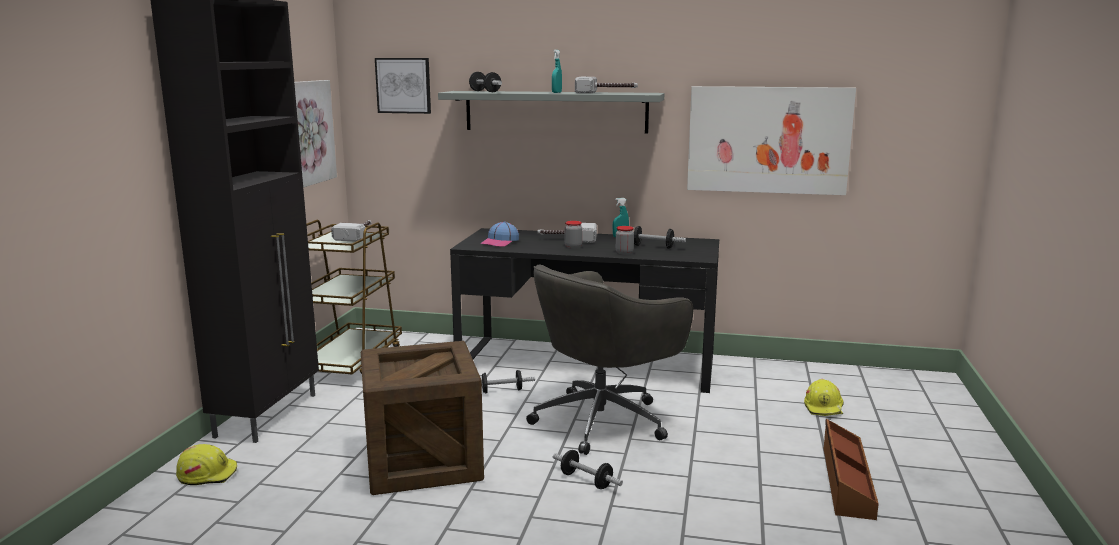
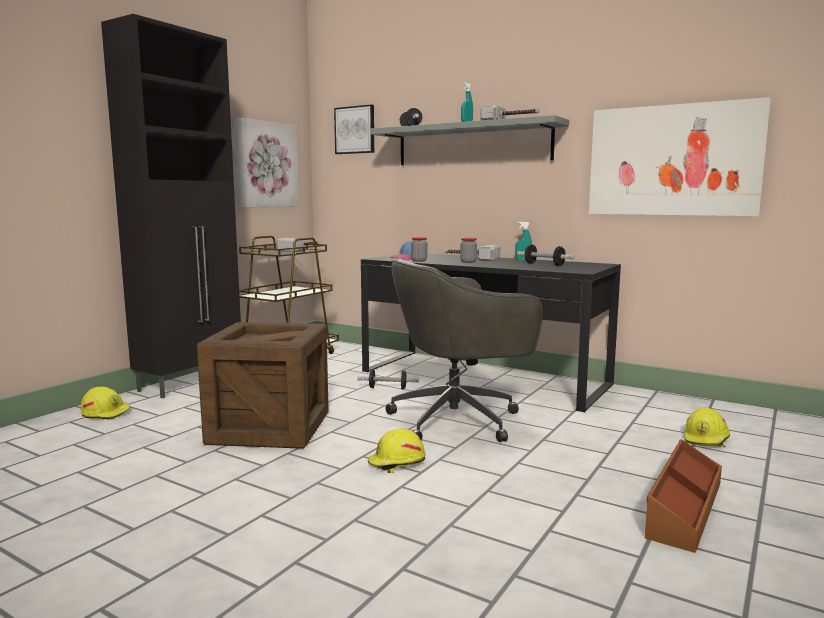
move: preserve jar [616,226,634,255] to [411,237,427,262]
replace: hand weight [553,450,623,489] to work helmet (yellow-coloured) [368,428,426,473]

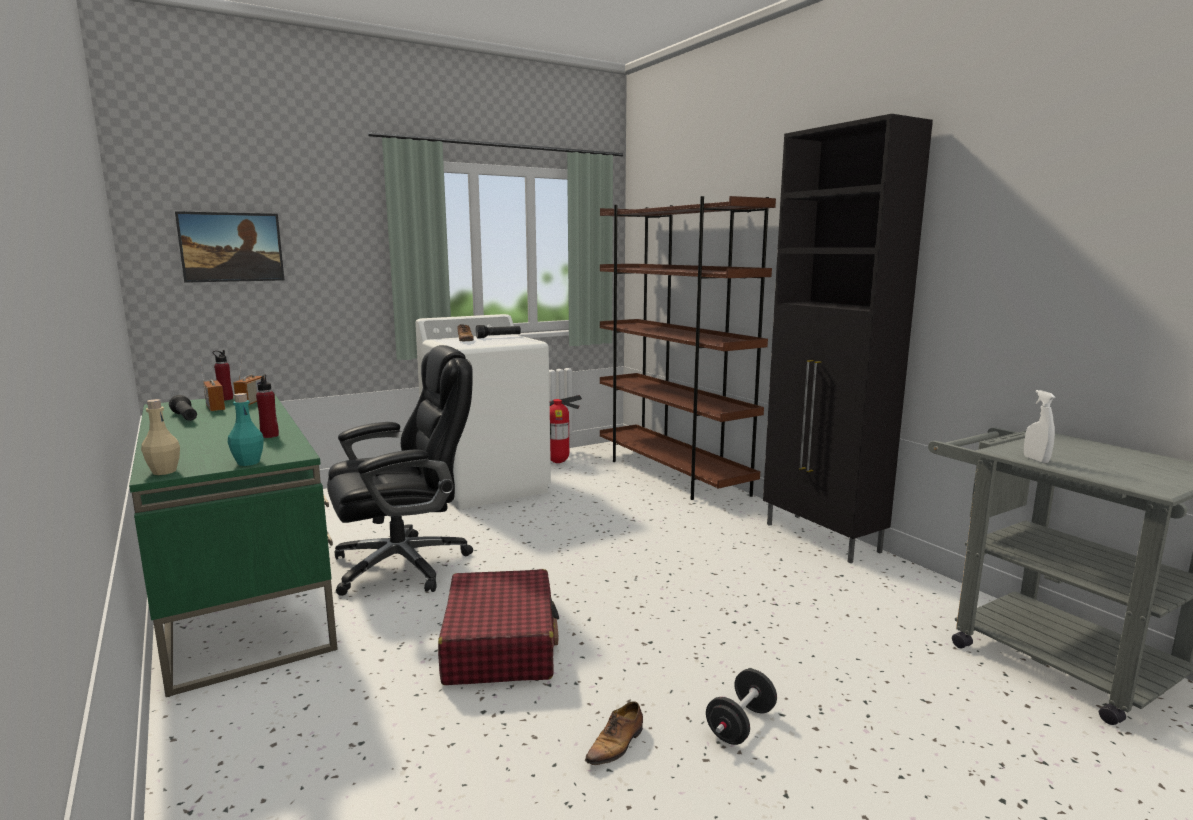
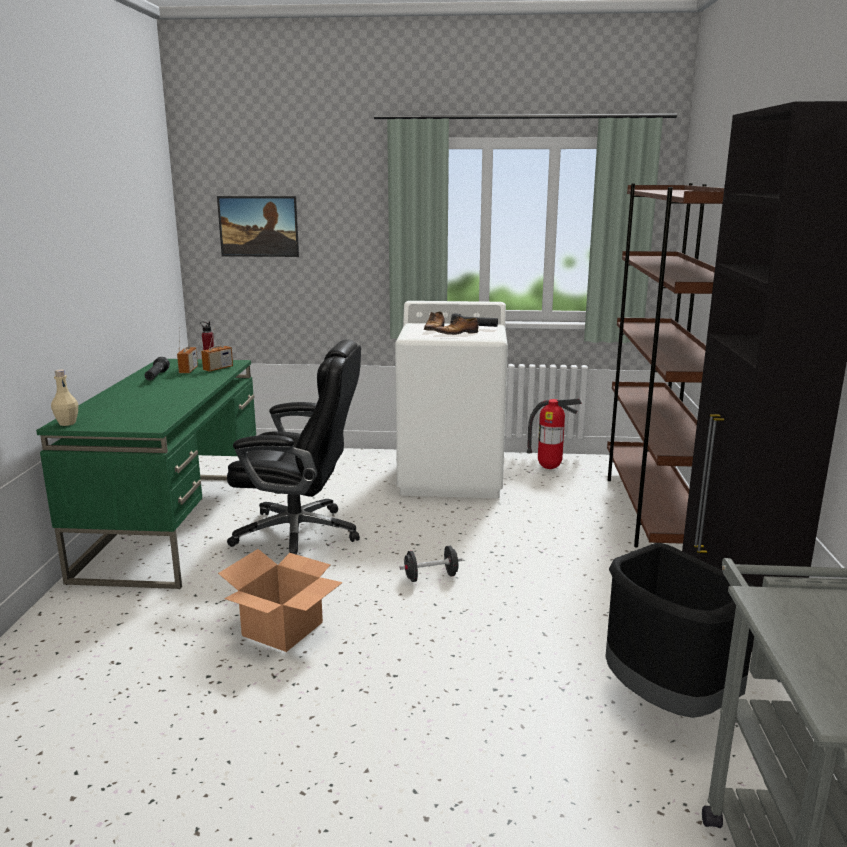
delete: drink bottle (turquoise-coloured) [228,393,264,466]; drink bottle (reddish) [256,374,279,438]; hand sprayer (whitish) [1024,390,1056,463]
insert: trash can (blackish) [605,543,756,718]
move: shoe [585,701,643,765] to [435,316,479,335]; hand weight (blackish) [706,669,777,745] to [400,546,463,582]
replace: piece of luggage (reddish) [438,569,559,685] to packing box [218,549,343,652]

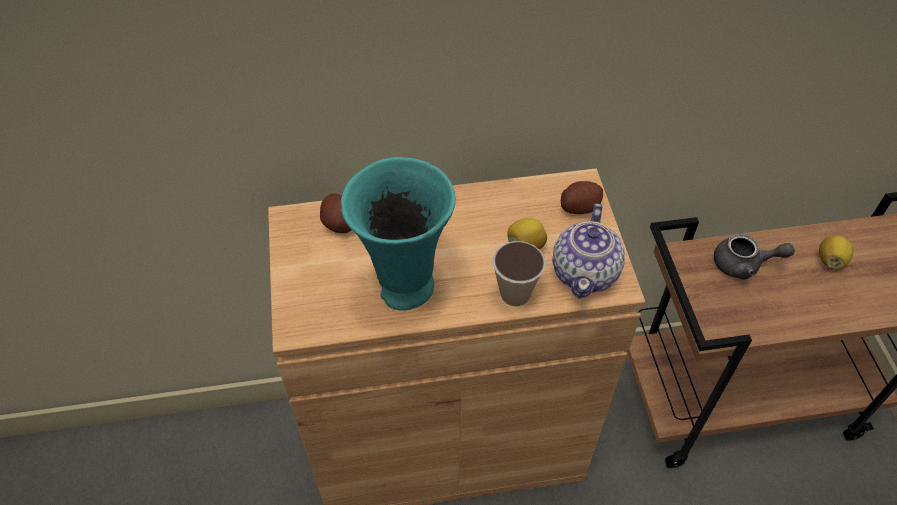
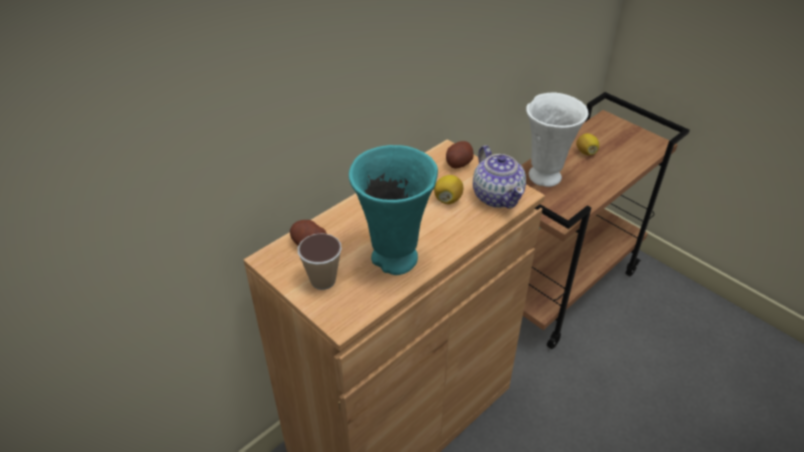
move: small cup [493,241,545,306] to [298,233,342,290]
replace: tea pot (greyish) [714,234,795,279] to decorative vase (whitish) [526,93,589,187]

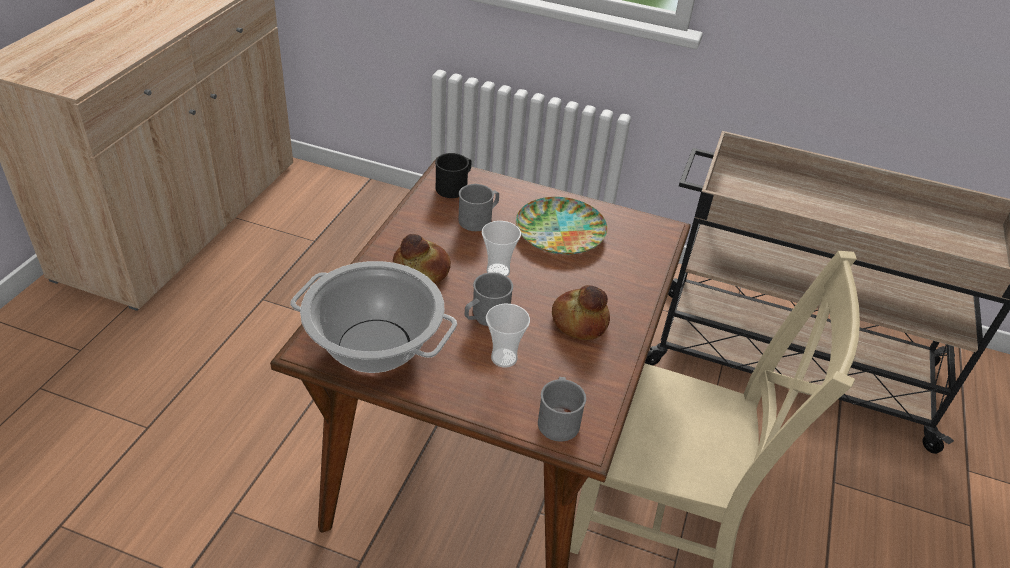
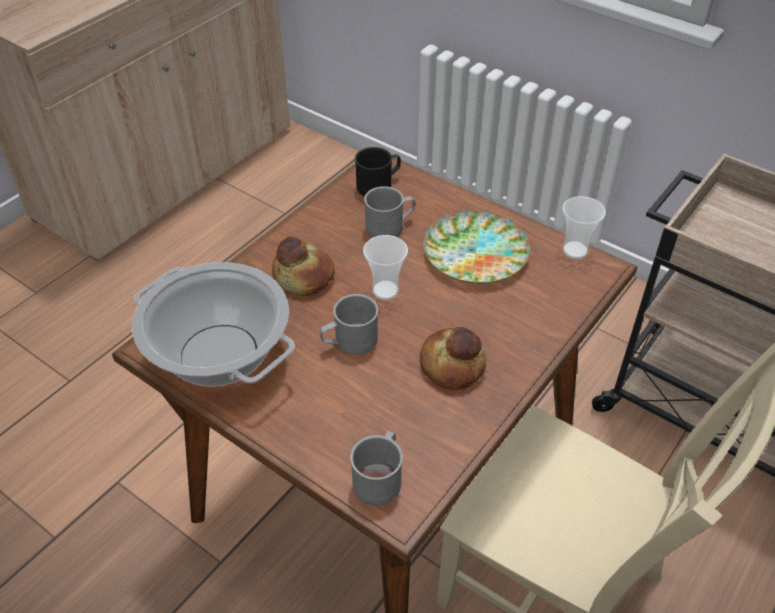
move: small cup [486,304,530,367] to [562,196,606,259]

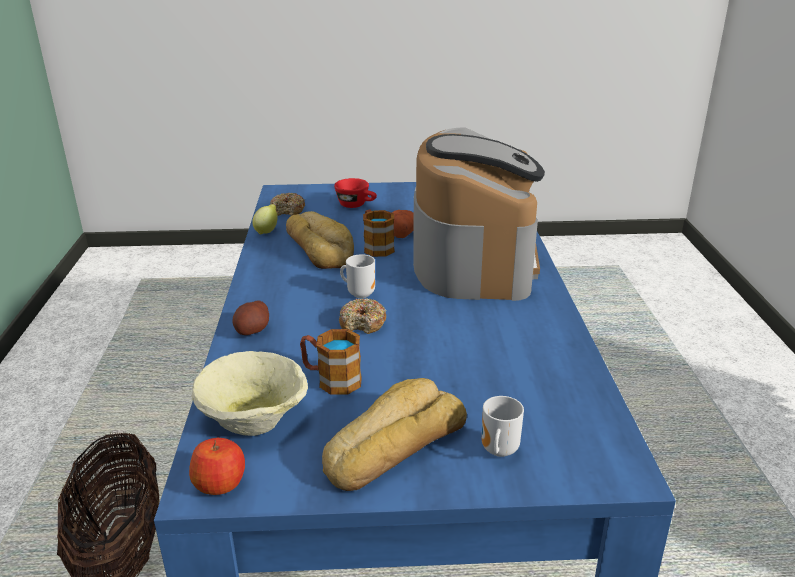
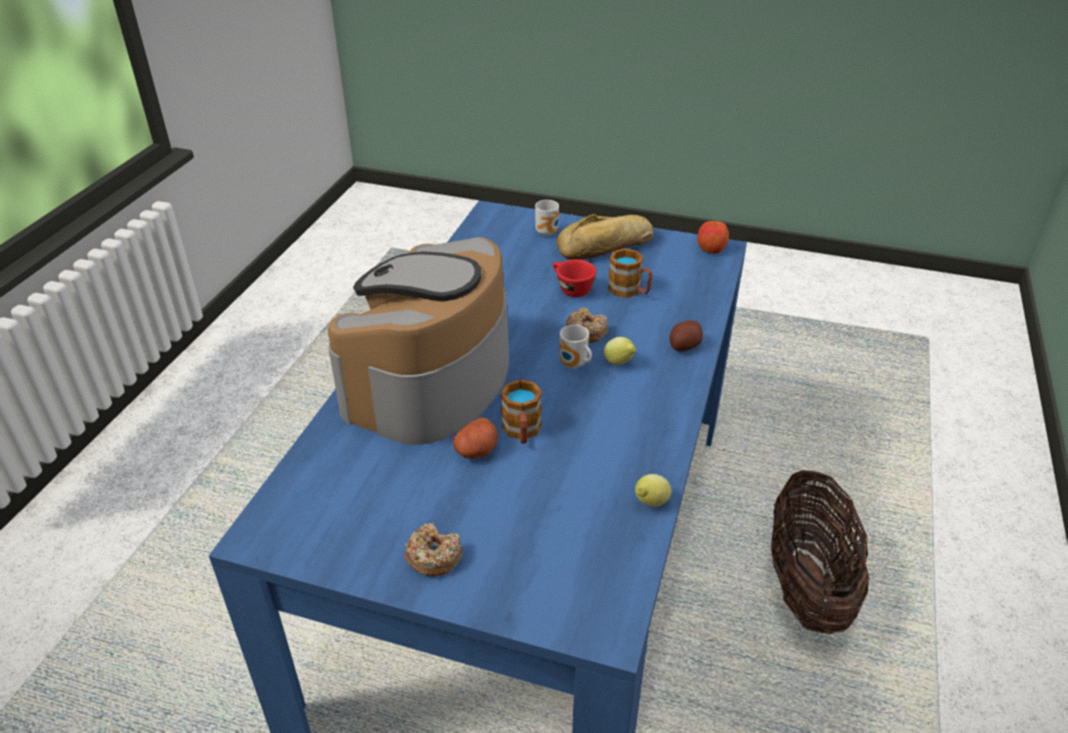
delete: bowl (beige-coloured) [191,351,308,436]; bread [286,211,354,269]
insert: citrus fruit [604,337,636,365]
move: donut [270,193,305,216] to [405,523,462,576]; small cup (reddish) [334,178,377,208] to [553,259,597,297]

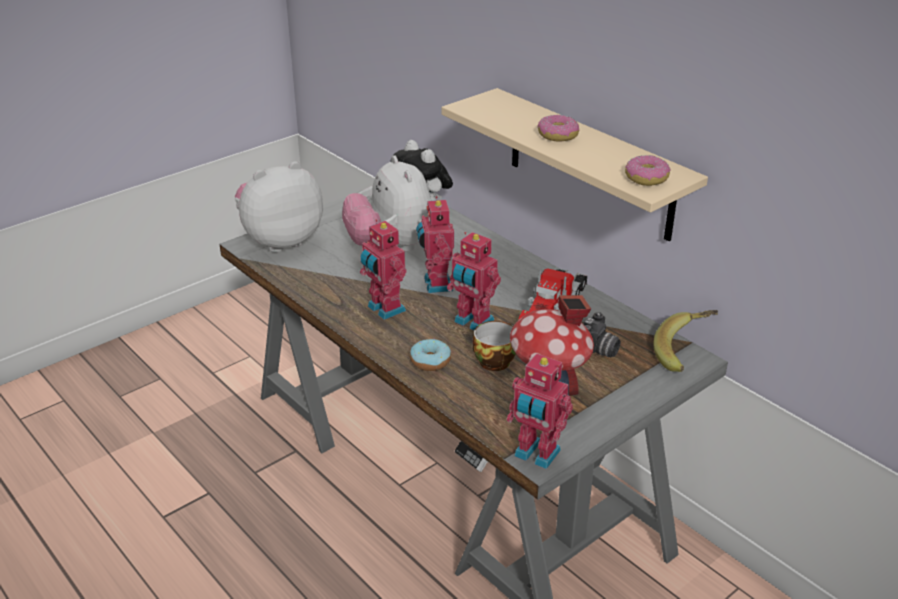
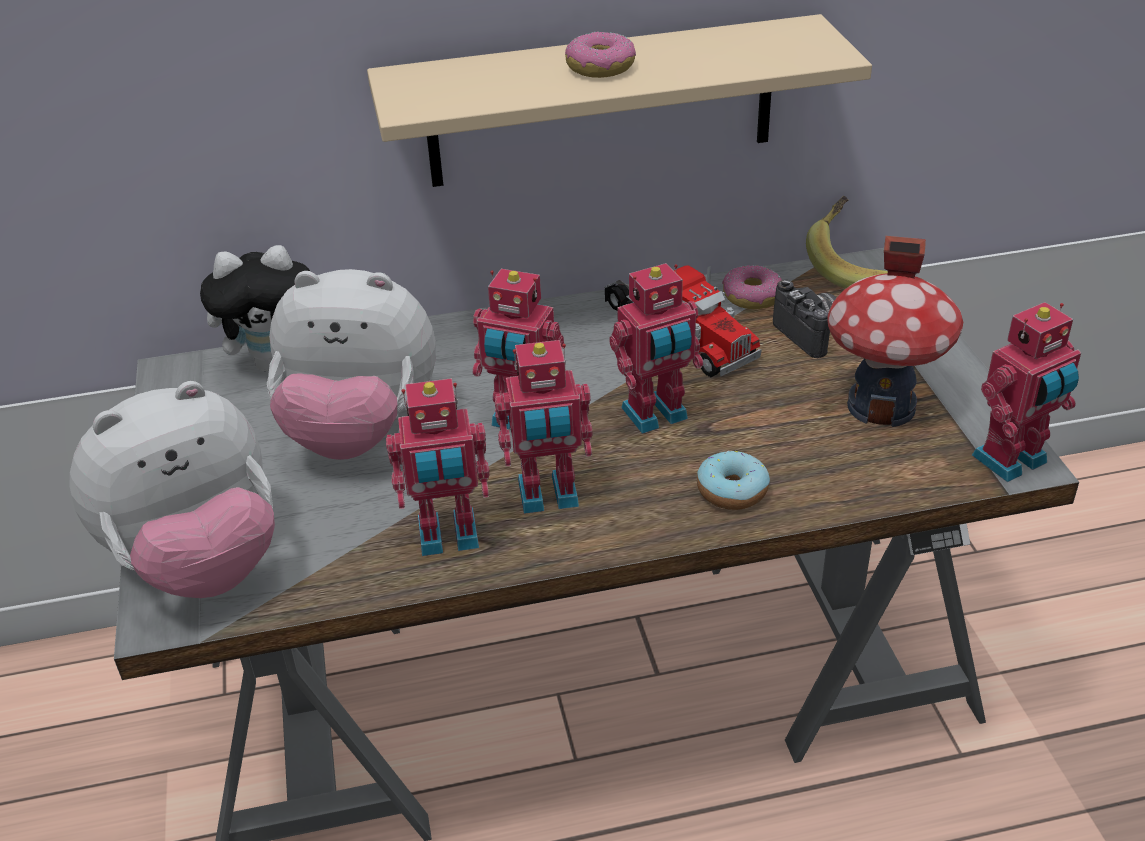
delete: small cup [473,321,516,371]
insert: model robot [386,378,490,556]
move: donut [625,155,670,186] to [722,265,782,309]
rotate: plush toy [235,161,323,252] = [69,381,275,598] 120 degrees counterclockwise

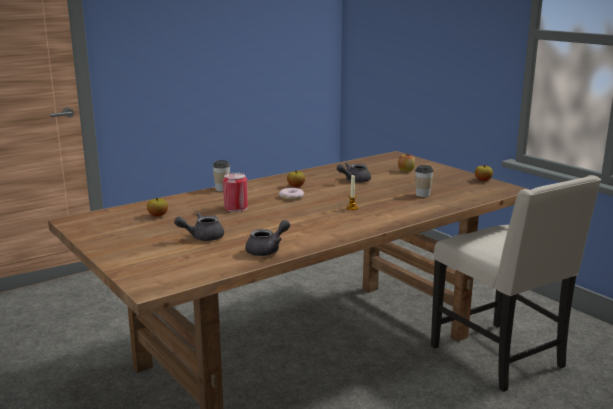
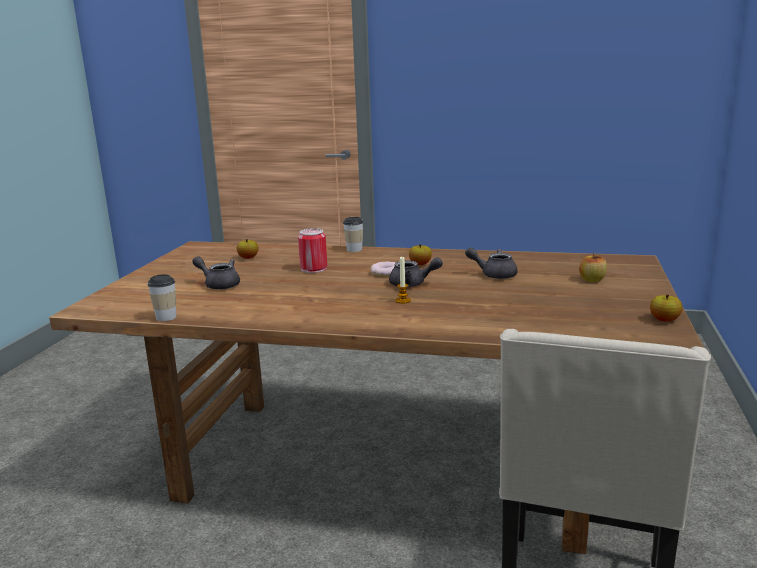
move: tea pot (greyish) [245,220,290,256] to [389,257,443,287]; small cup [415,165,434,197] to [148,274,177,321]

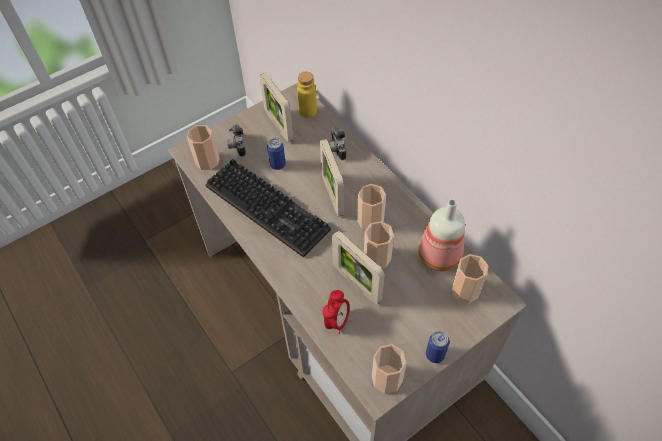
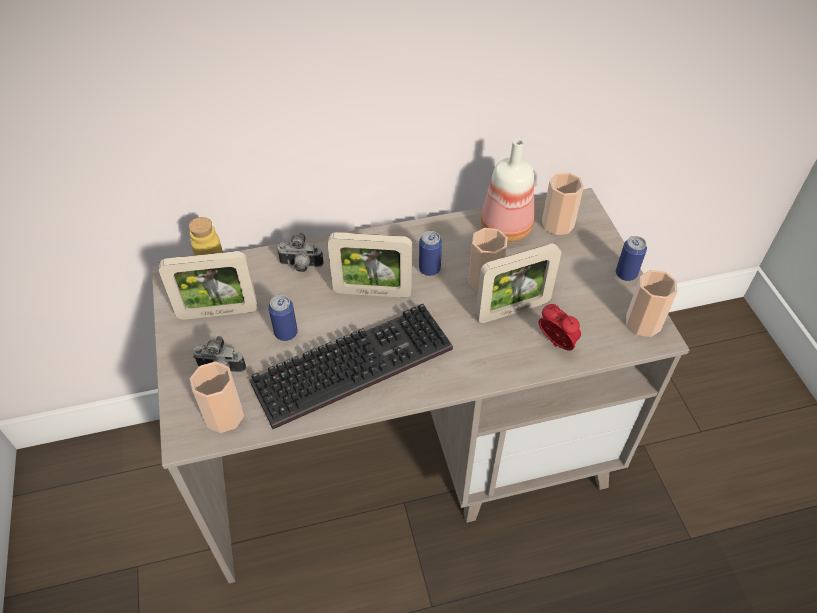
replace: small cup [357,184,386,230] to sealed can [419,231,442,276]

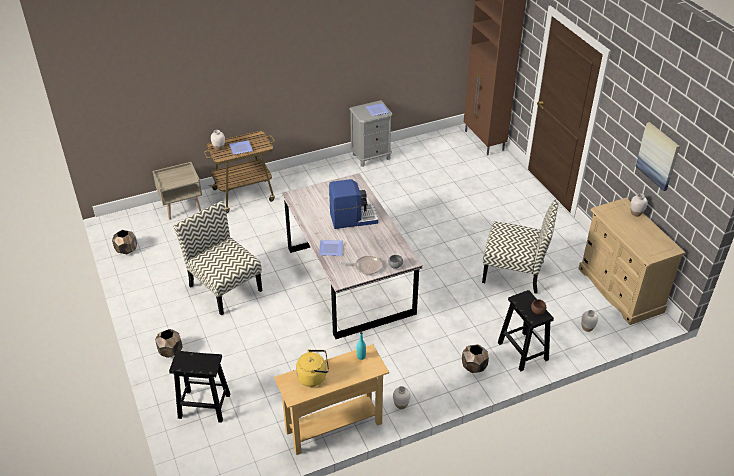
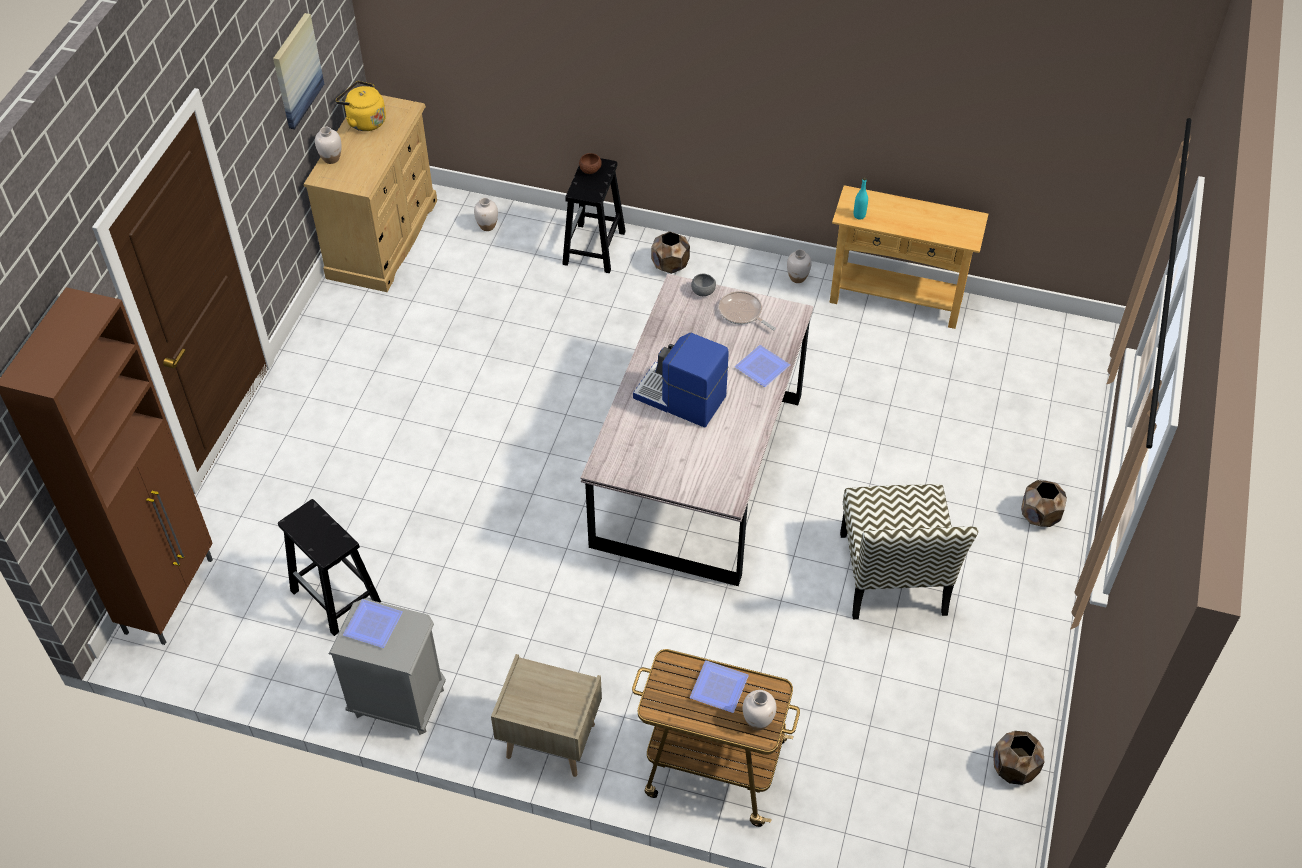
delete: plain chair [482,199,558,294]
move: bedside table (beige-coloured) [153,162,202,219] to [491,654,602,777]; sitting stool (blackish) [169,351,230,423] to [278,499,381,636]; kettle (yellow-coloured) [296,349,329,387] to [336,81,386,131]

